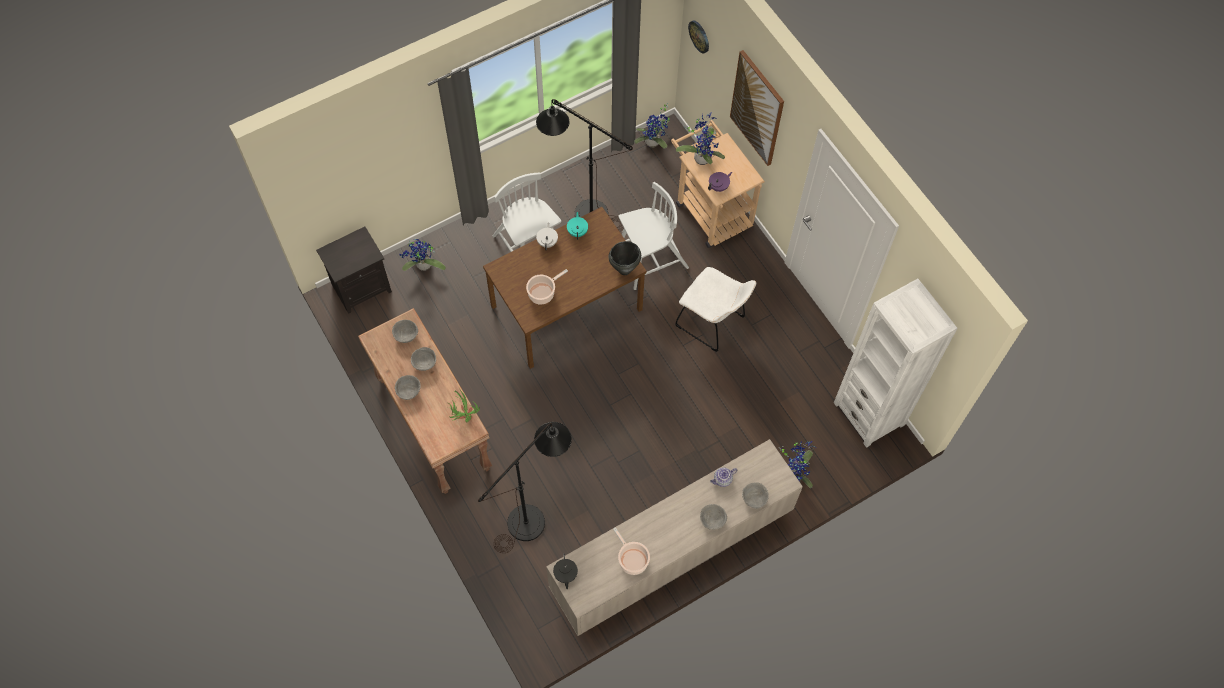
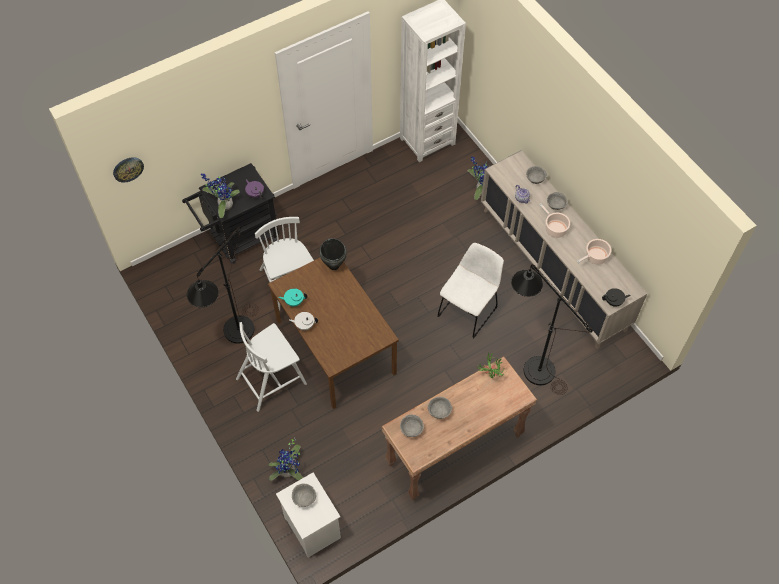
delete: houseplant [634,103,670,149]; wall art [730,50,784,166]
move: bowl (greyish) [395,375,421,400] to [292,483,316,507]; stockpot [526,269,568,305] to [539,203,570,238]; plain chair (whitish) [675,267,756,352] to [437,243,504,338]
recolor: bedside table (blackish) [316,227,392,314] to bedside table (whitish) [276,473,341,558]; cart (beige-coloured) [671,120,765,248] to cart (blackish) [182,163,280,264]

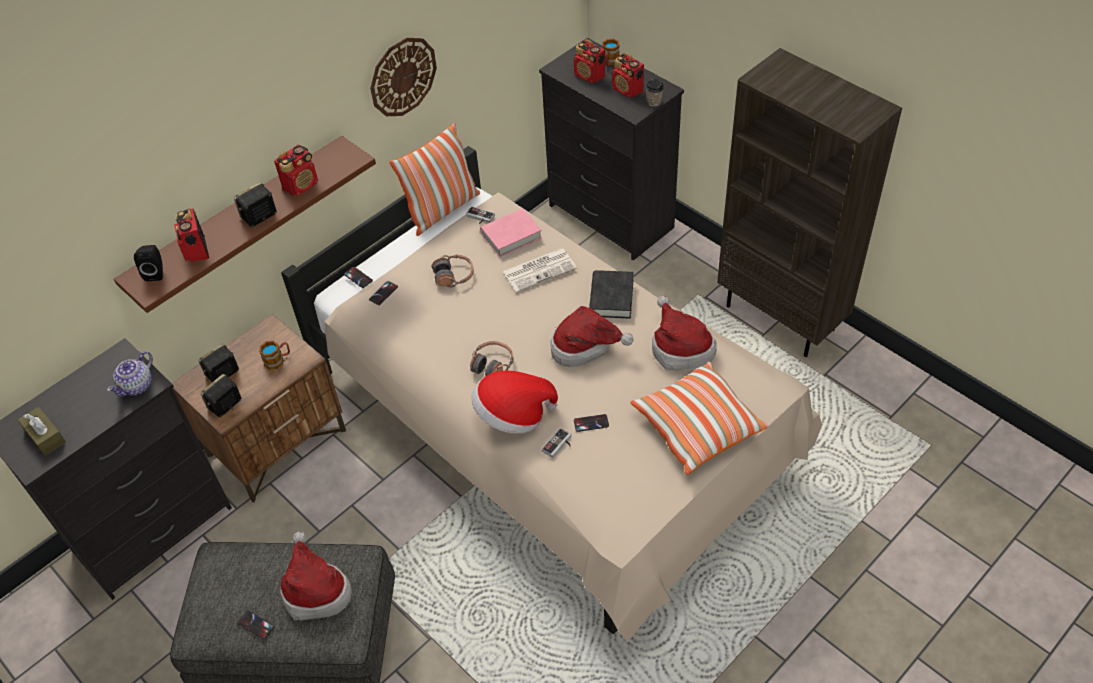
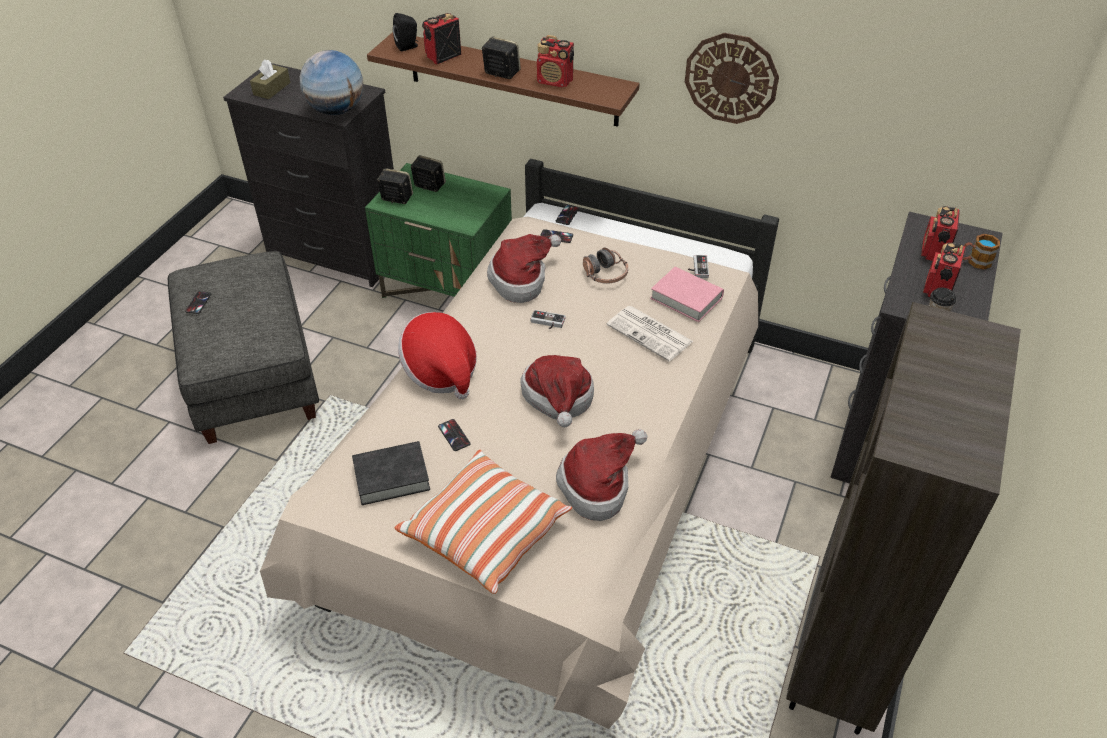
delete: mug [259,341,290,370]; pillow [389,123,480,236]; headset [470,341,514,376]
move: wearable hat [280,532,352,620] to [487,234,561,303]; game controller [542,428,571,458] to [530,310,566,329]; volume (blackish) [589,270,634,319] to [352,441,430,505]
replace: tea pot [107,351,153,397] to globe [300,50,363,115]
recolor: bedside table (brown) [172,314,346,503] to bedside table (green-coloured) [365,163,512,298]

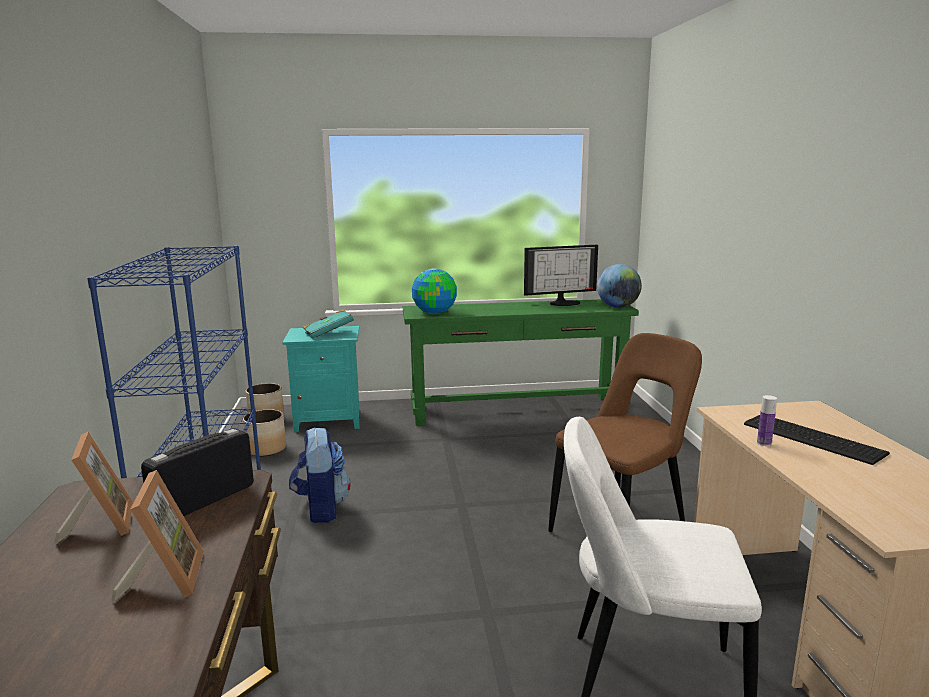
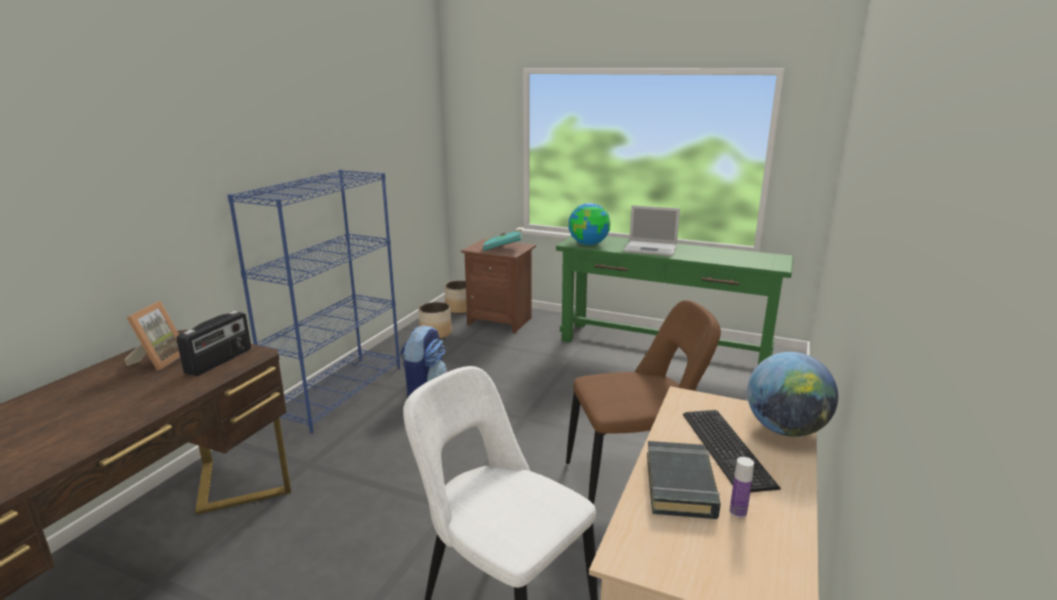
delete: standing frame [111,470,204,602]; computer screen [524,245,598,306]
insert: notebook computer [623,205,680,256]; volume (blackish) [647,441,721,519]
move: globe [597,264,642,308] to [747,352,838,437]; drink bottle [757,395,777,446] to [730,457,754,518]
recolor: bedside table (turquoise-coloured) [282,326,360,432] to bedside table (brown) [461,239,536,333]
rotate: radio [141,428,254,516] = [176,311,251,377] 135 degrees clockwise

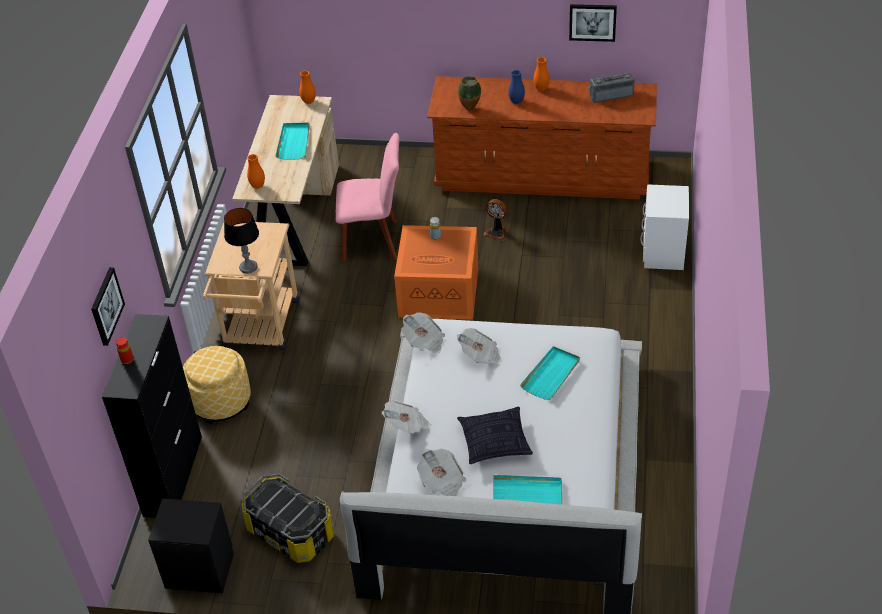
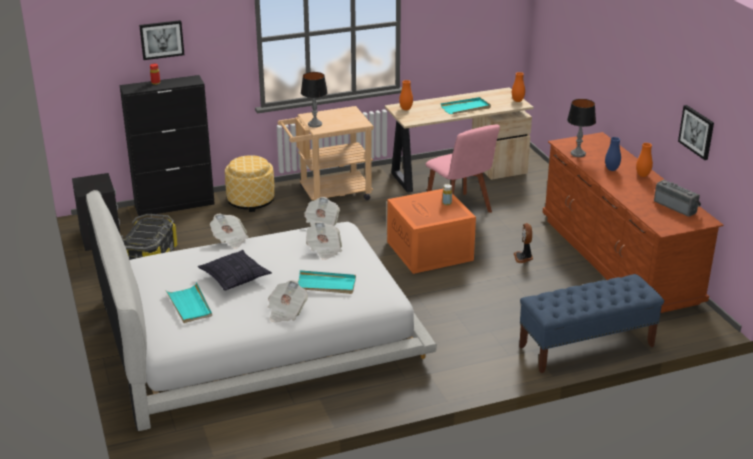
move: daily paper [417,449,466,496] to [268,280,308,322]
replace: decorative vase [458,76,481,110] to table lamp [567,99,596,157]; bedside table (whitish) [640,184,689,270] to long seat (blue-coloured) [519,274,664,373]

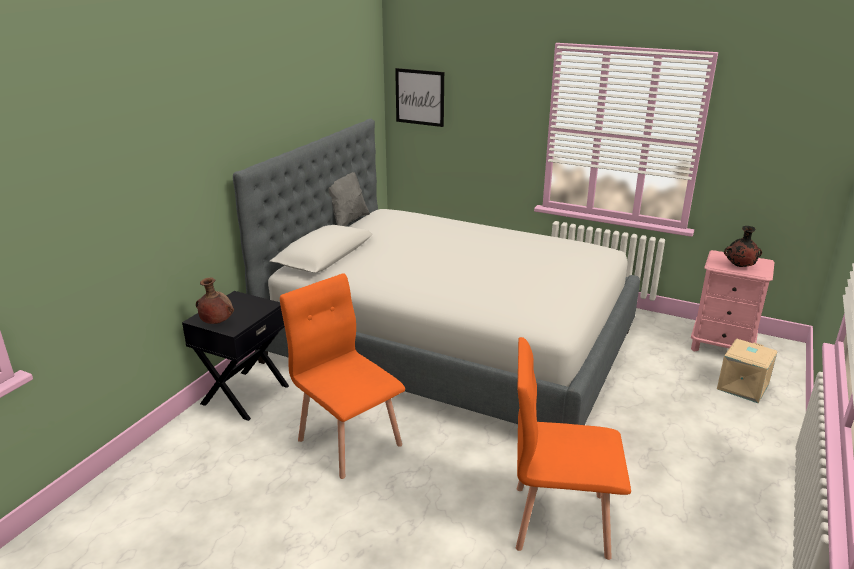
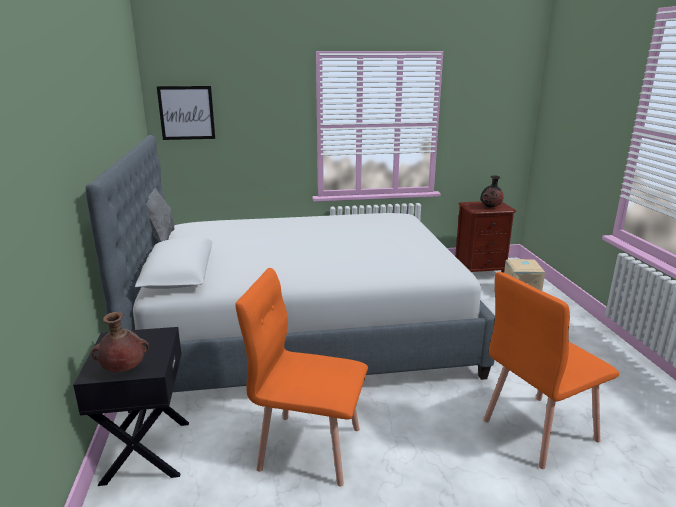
recolor: bedside table (pink-coloured) [691,250,775,352] to bedside table (brown) [455,201,516,273]

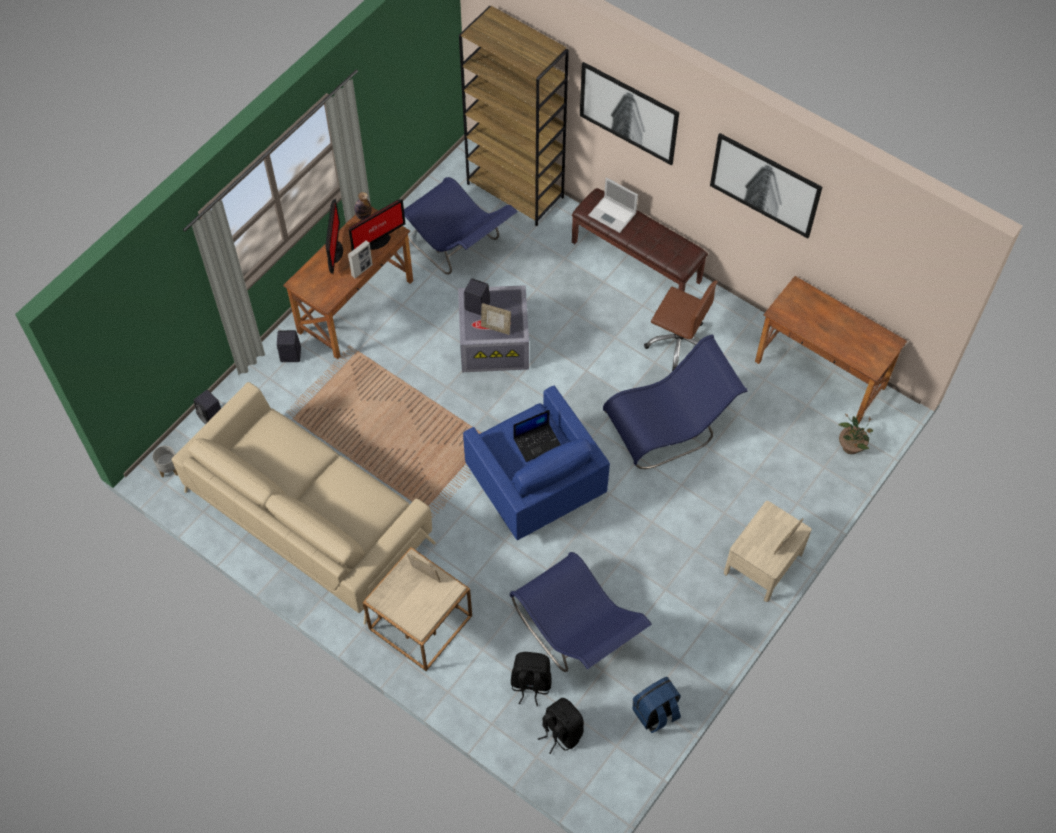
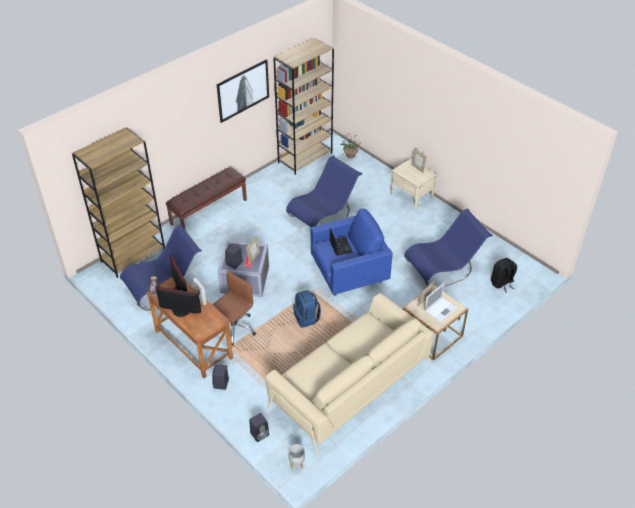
delete: knapsack (blackish) [511,652,552,706]; wall art [580,62,679,165]
move: notebook computer [588,177,638,233] to [424,283,458,323]; knapsack (blue-coloured) [632,677,681,733] to [293,290,321,328]; office chair (brown) [644,280,718,371] to [212,271,256,347]
replace: desk unit (brown) [755,276,907,423] to bookshelf (brown) [273,38,334,175]
rotate: plain chair (blue-coloured) [603,334,748,469] = [286,155,362,227] 60 degrees clockwise

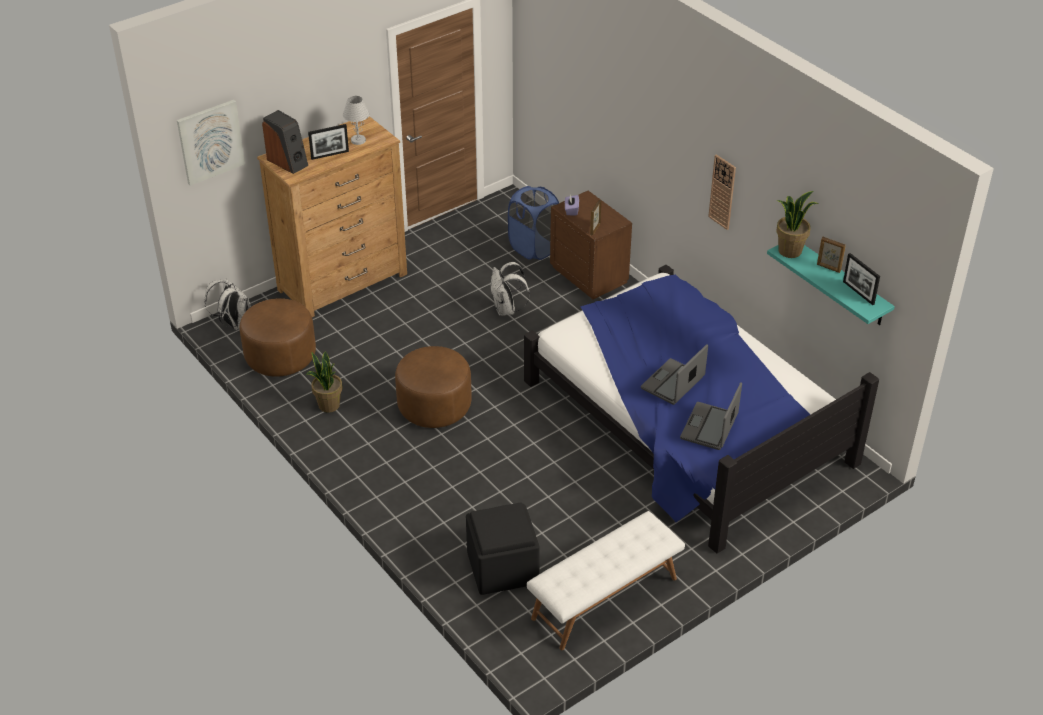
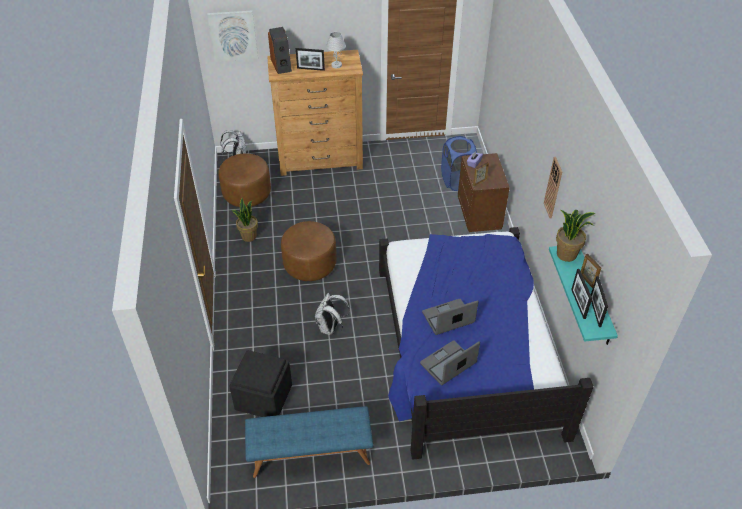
insert: standing frame [571,269,592,319]
move: knapsack (whitish) [491,262,530,316] to [315,293,350,335]
recolor: long seat (whitish) [527,511,685,650] to long seat (blue-coloured) [245,406,373,478]

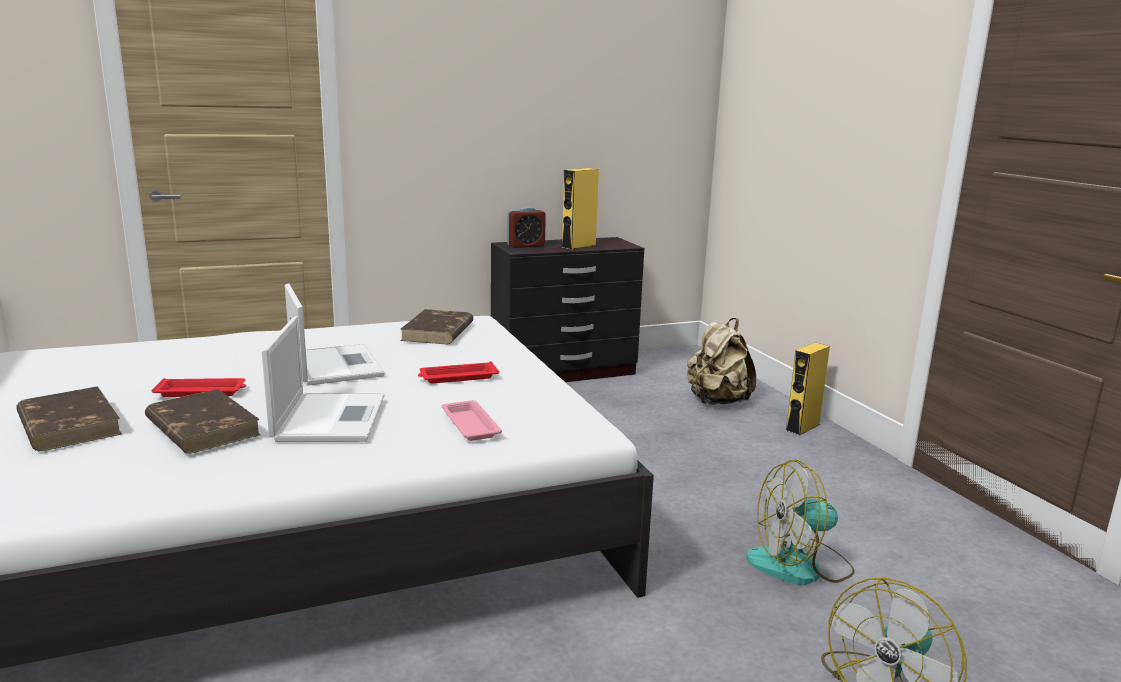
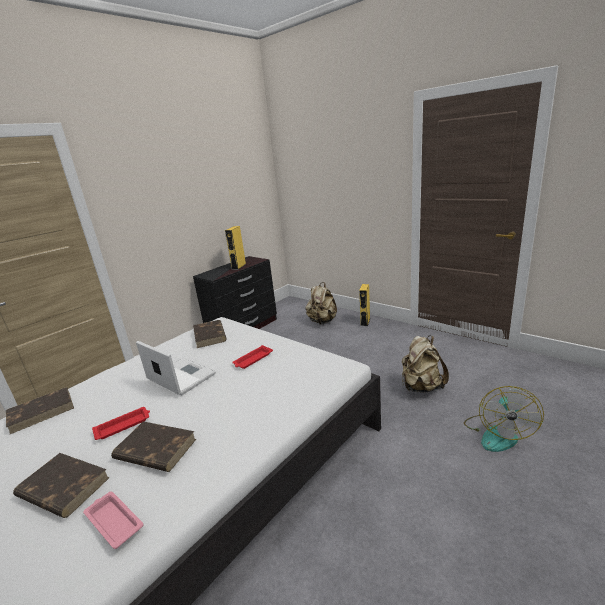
delete: notebook computer [262,316,385,442]; table clock [507,207,546,248]
insert: volume (brown) [6,387,74,434]
move: carrying tray (pink-coloured) [441,400,502,441] to [83,491,144,549]
replace: cooling fan [746,460,855,585] to knapsack (beige-coloured) [402,335,449,393]

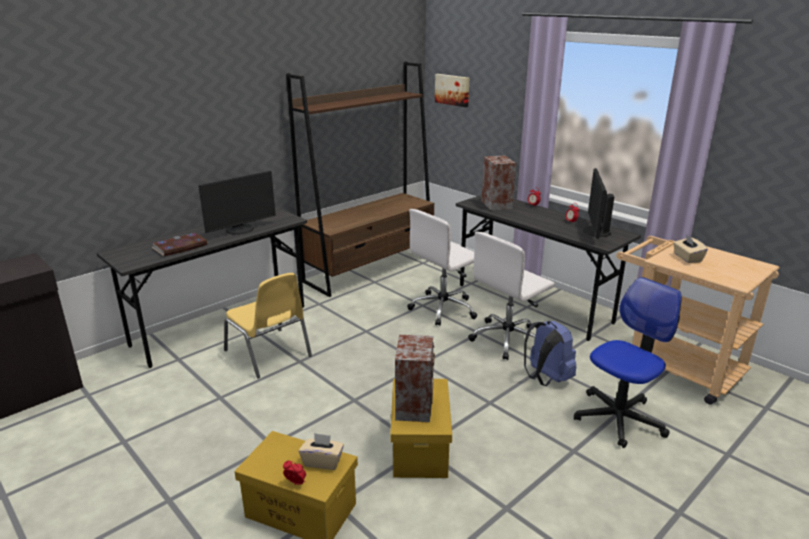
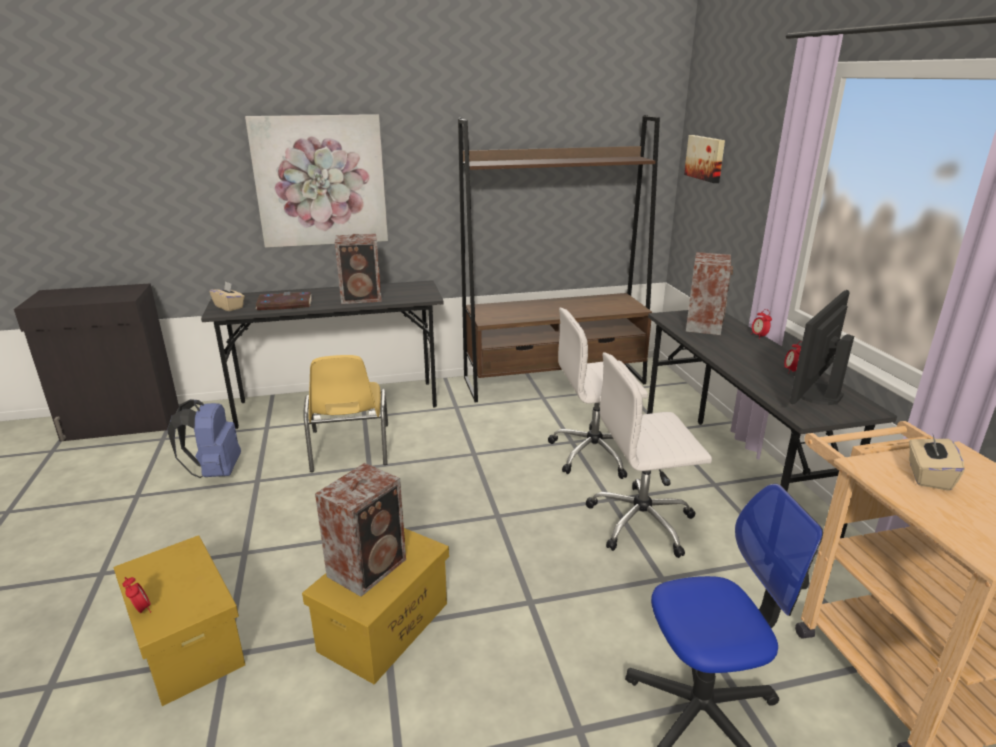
insert: wall art [245,114,388,248]
move: tissue box (beige-coloured) [299,433,344,470] to [209,281,245,311]; knapsack (blue-coloured) [524,321,576,386] to [168,399,241,478]
replace: computer screen [198,171,276,235] to loudspeaker [335,234,382,304]

